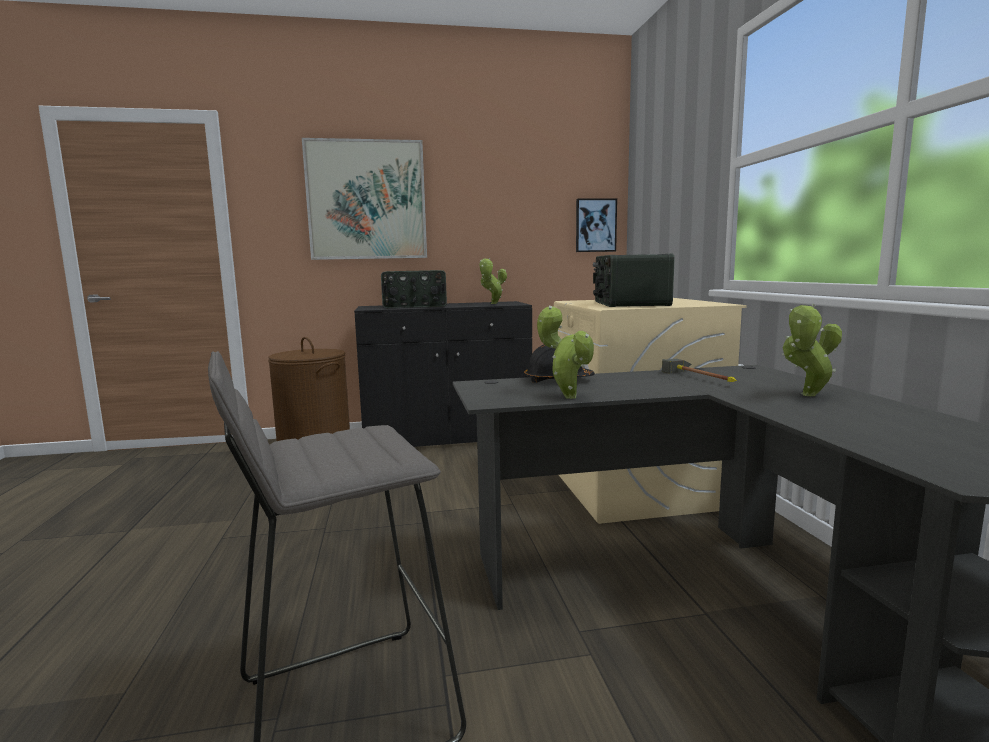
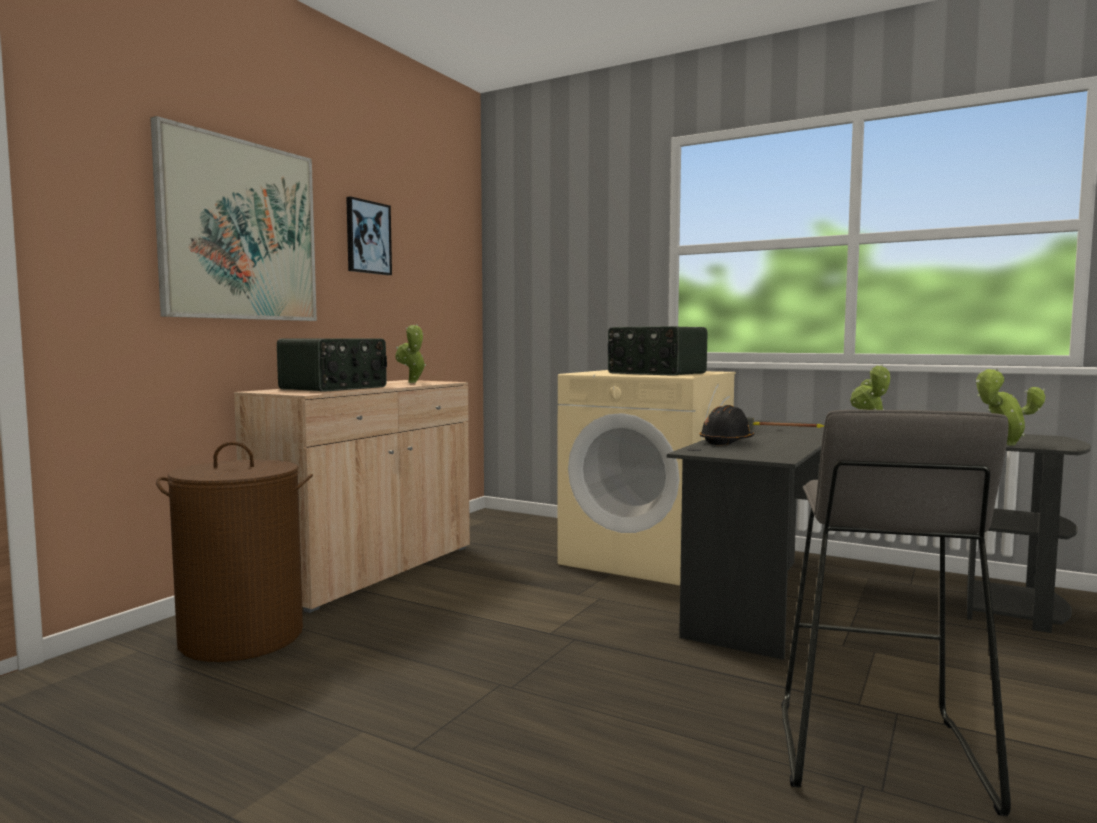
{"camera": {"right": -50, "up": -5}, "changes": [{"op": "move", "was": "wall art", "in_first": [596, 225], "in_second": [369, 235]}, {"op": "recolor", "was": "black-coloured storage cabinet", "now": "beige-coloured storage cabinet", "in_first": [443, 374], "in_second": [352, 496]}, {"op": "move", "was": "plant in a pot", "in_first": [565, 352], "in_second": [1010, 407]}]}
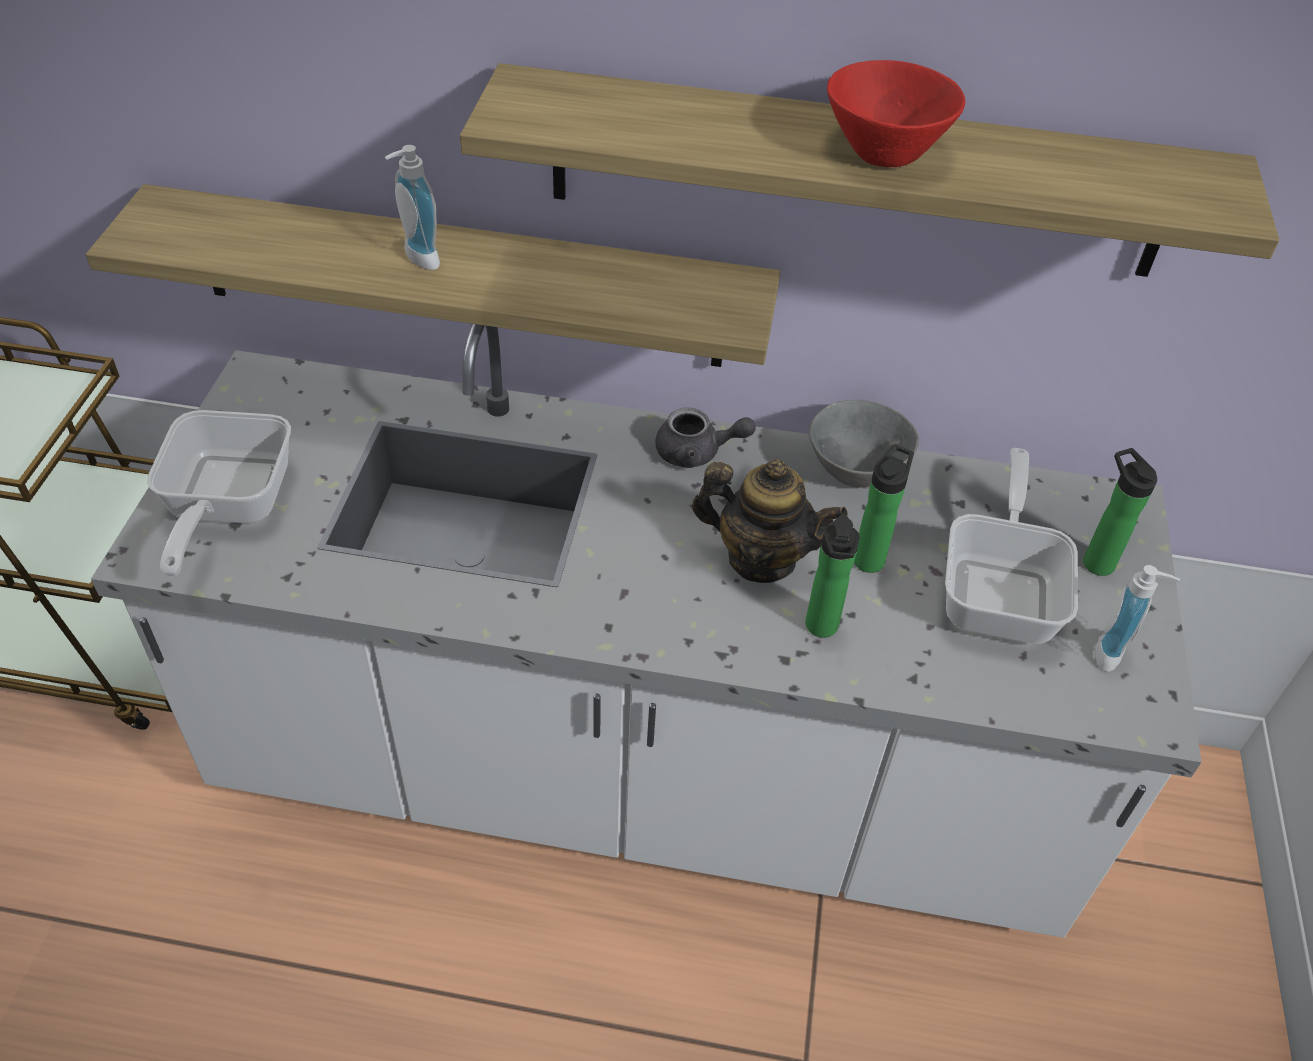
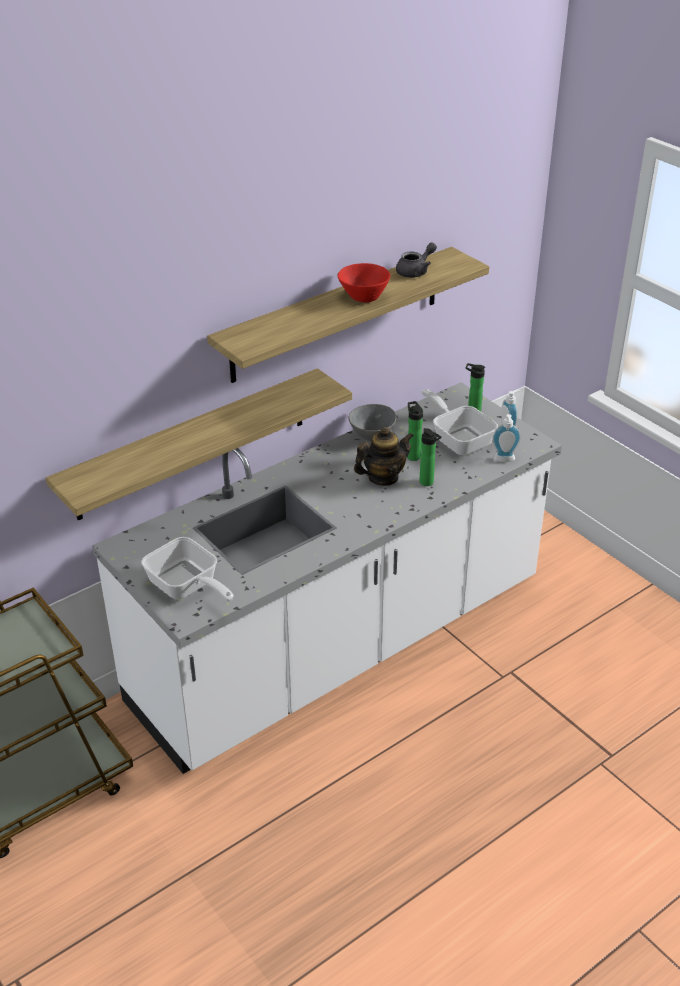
{"camera": {"right": -45, "up": -10}, "changes": [{"op": "move", "was": "liquid soap bottle", "in_first": [412, 207], "in_second": [506, 438]}, {"op": "move", "was": "grey pot for tea", "in_first": [705, 438], "in_second": [416, 260]}]}
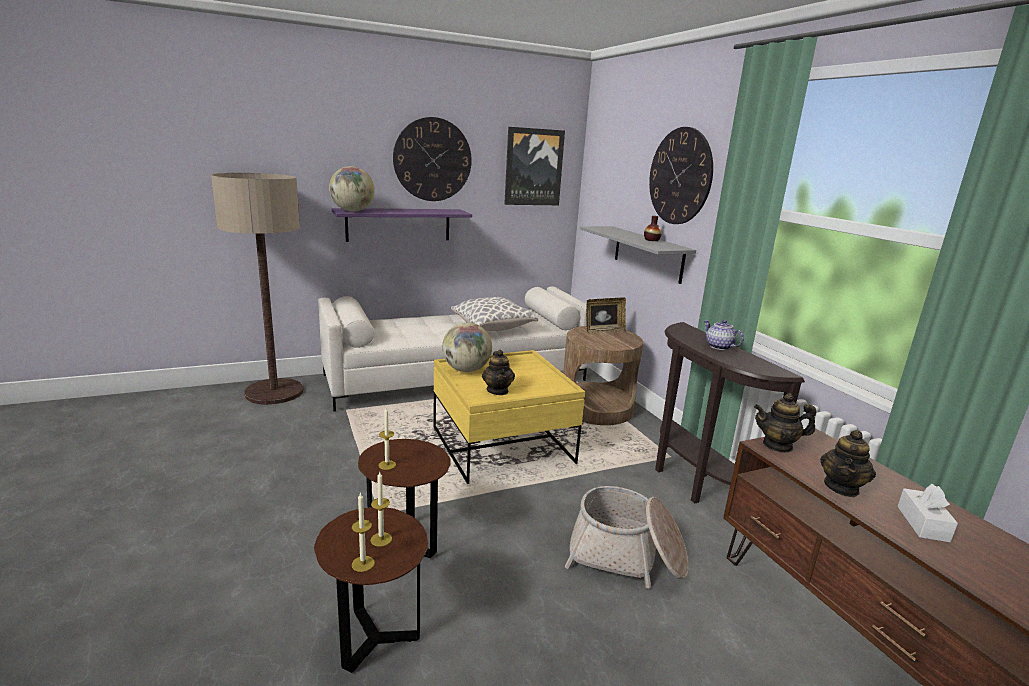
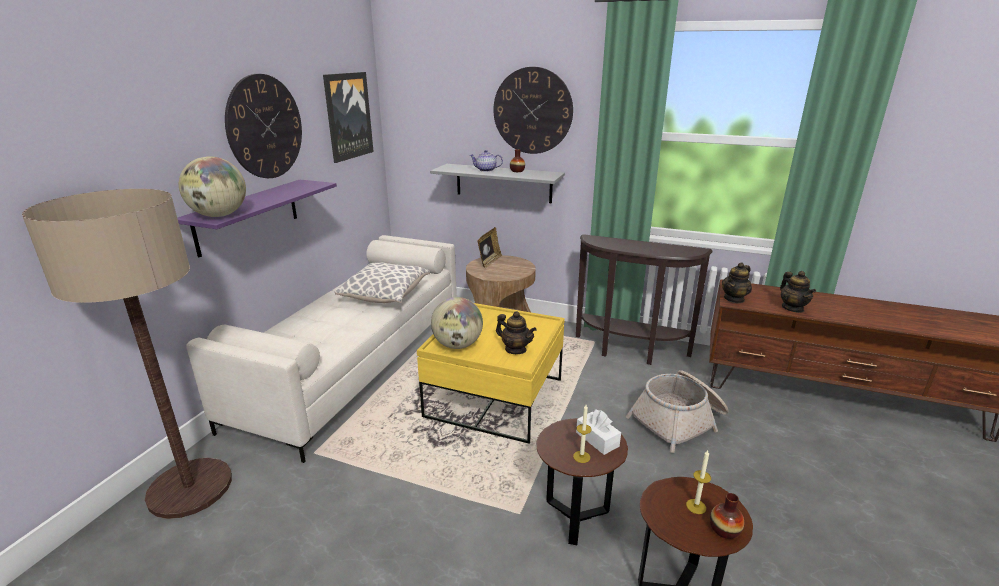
{"camera": {"right": -45, "up": 5}, "changes": [{"op": "move", "was": "pot for tea", "in_first": [723, 335], "in_second": [486, 161]}, {"op": "move", "was": "white tissue holder", "in_first": [927, 513], "in_second": [598, 432]}, {"op": "replace", "was": "candle", "now": "flower vase", "in_first": [363, 532], "in_second": [727, 516]}]}
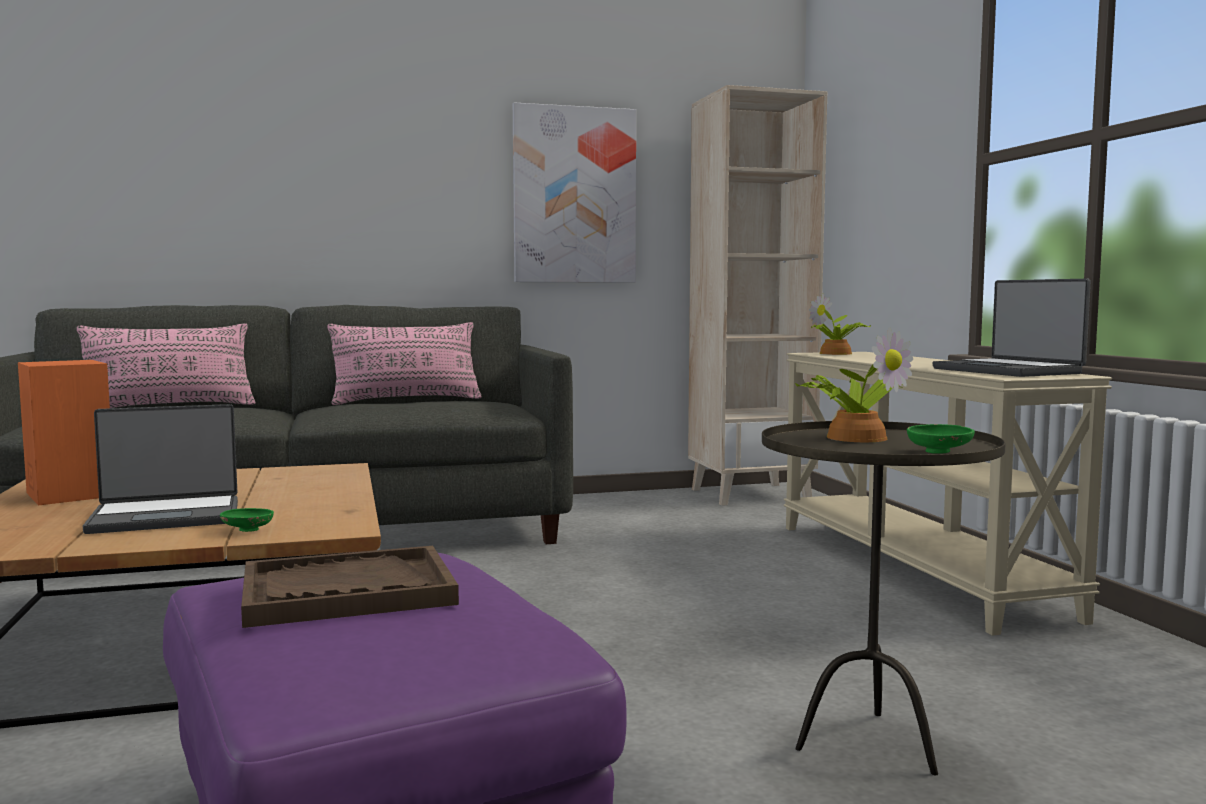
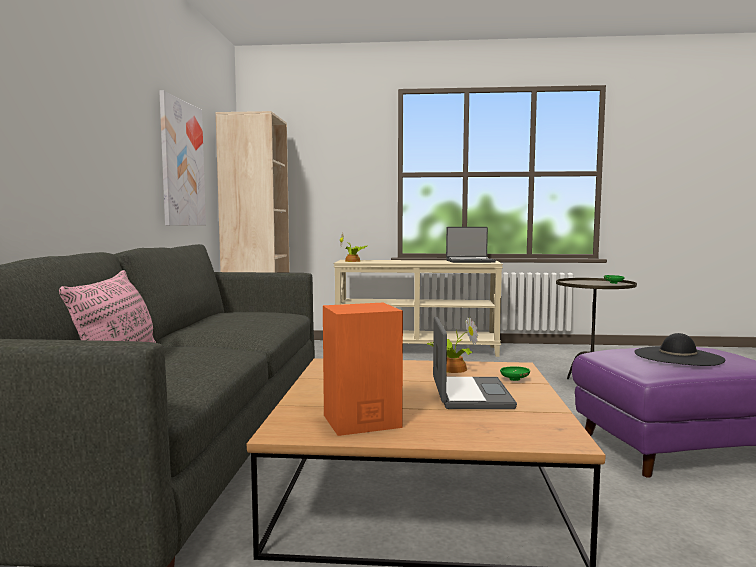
{"camera": {"right": -70, "up": 0}, "changes": [{"op": "delete", "was": "pink cushion", "in_first": [405, 363]}, {"op": "move", "was": "plant in a pot", "in_first": [854, 384], "in_second": [452, 345]}, {"op": "replace", "was": "brown-coloured carrying tray", "now": "black-coloured clothing hat", "in_first": [350, 587], "in_second": [679, 349]}]}
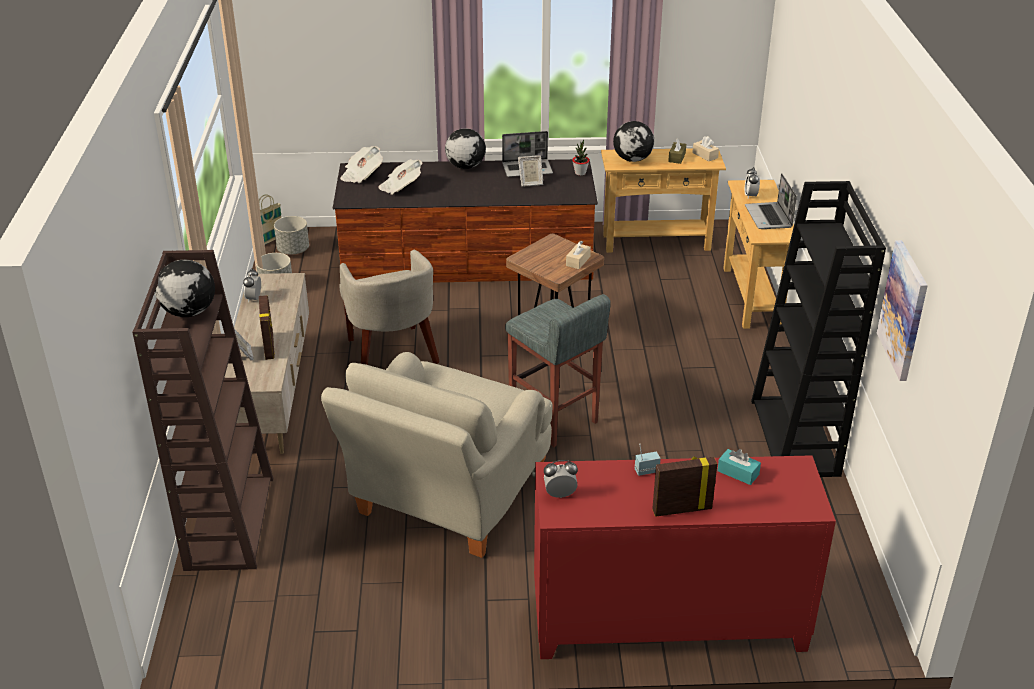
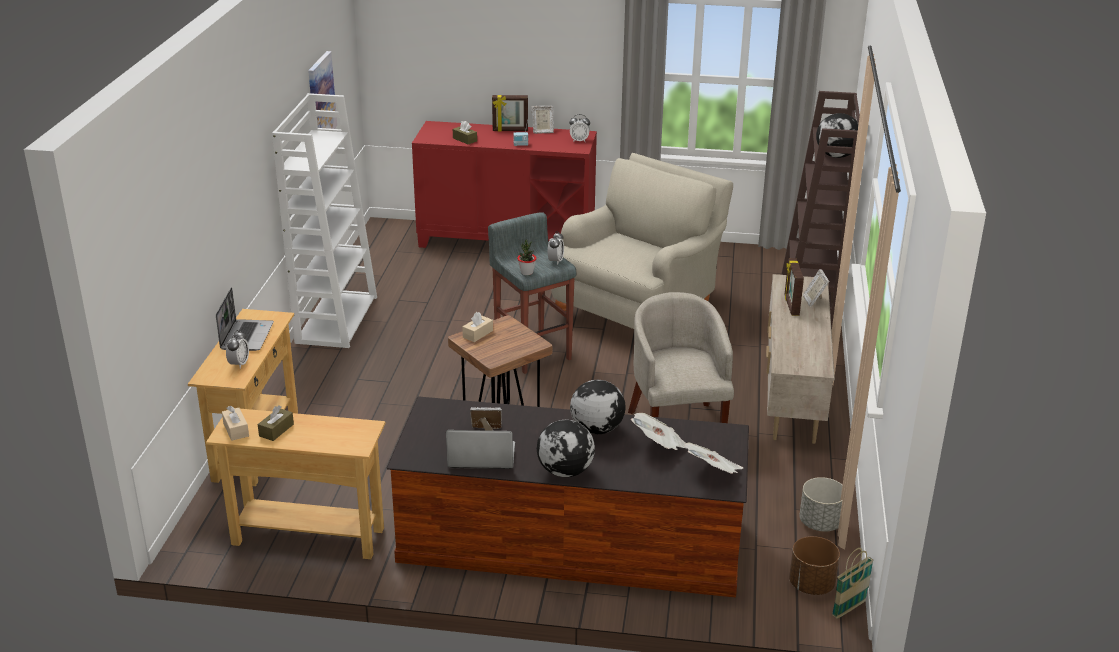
{"camera": {"right": -170, "up": -5}, "changes": [{"op": "move", "was": "globe", "in_first": [633, 141], "in_second": [597, 407]}, {"op": "move", "was": "plant in a pot", "in_first": [581, 157], "in_second": [527, 257]}, {"op": "recolor", "was": "black-coloured shelving unit", "now": "white shelving unit", "in_first": [818, 329], "in_second": [324, 220]}, {"op": "recolor", "was": "grey plant pot", "now": "brown-coloured plant pot", "in_first": [291, 235], "in_second": [814, 565]}, {"op": "move", "was": "bedside clock", "in_first": [252, 285], "in_second": [556, 248]}, {"op": "recolor", "was": "blue-green tissue holder", "now": "brown-coloured tissue holder", "in_first": [739, 467], "in_second": [465, 132]}, {"op": "insert", "now": "photo frame", "in_second": [542, 120]}]}
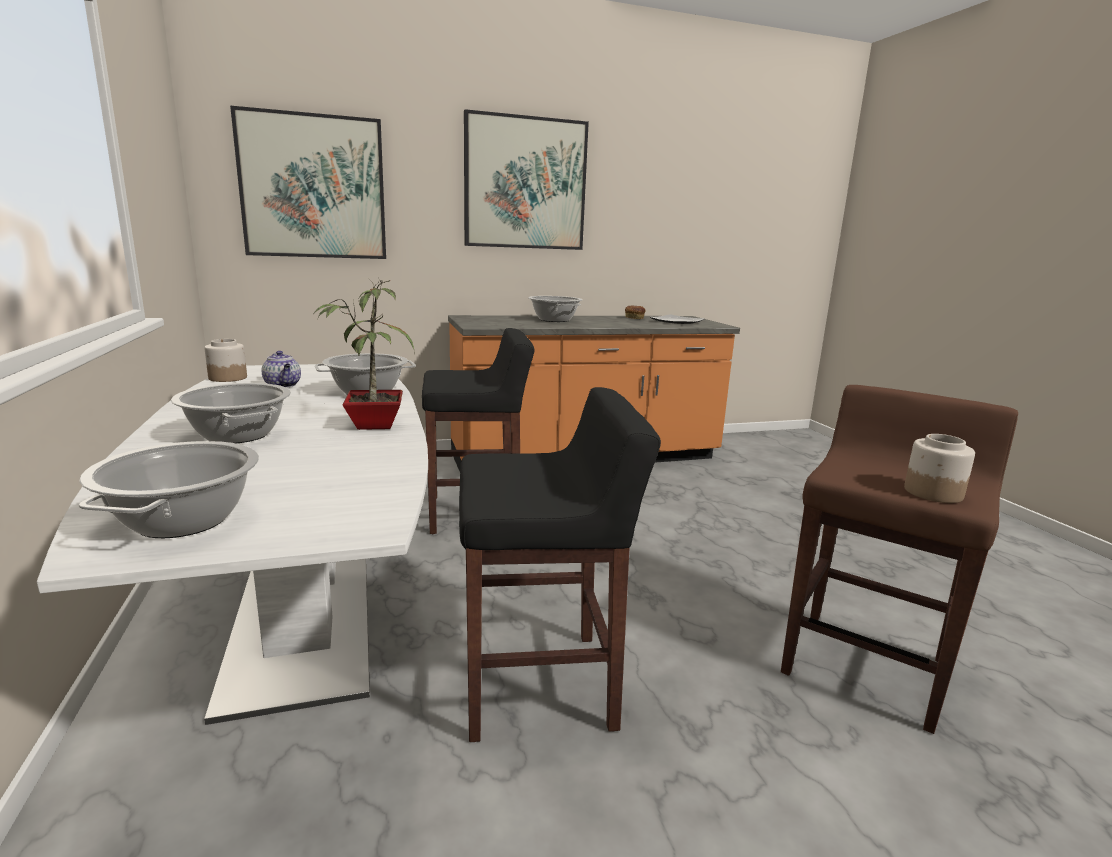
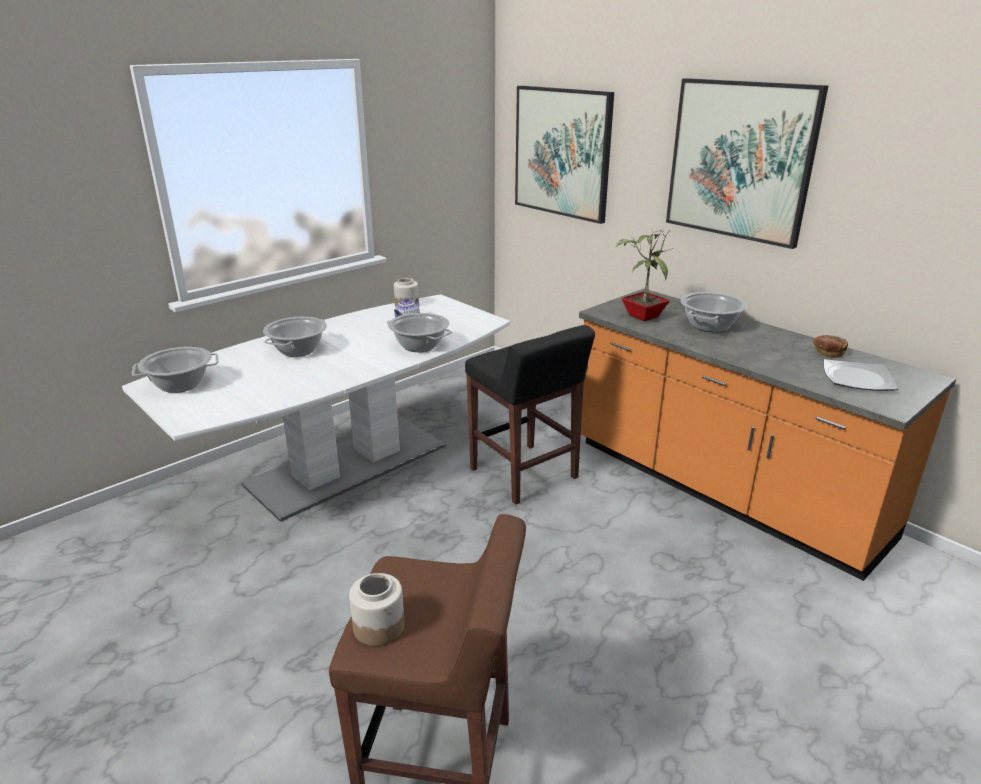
{"camera": {"right": 65, "up": 10}, "changes": [{"op": "move", "was": "plant in a pot", "in_first": [363, 354], "in_second": [644, 274]}, {"op": "delete", "was": "black-coloured stool", "in_first": [560, 564]}]}
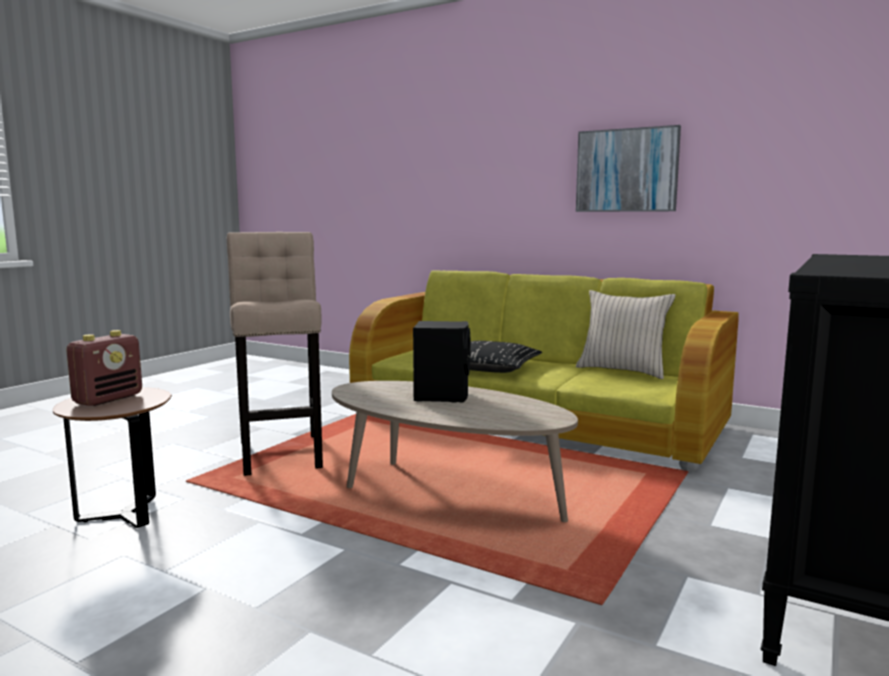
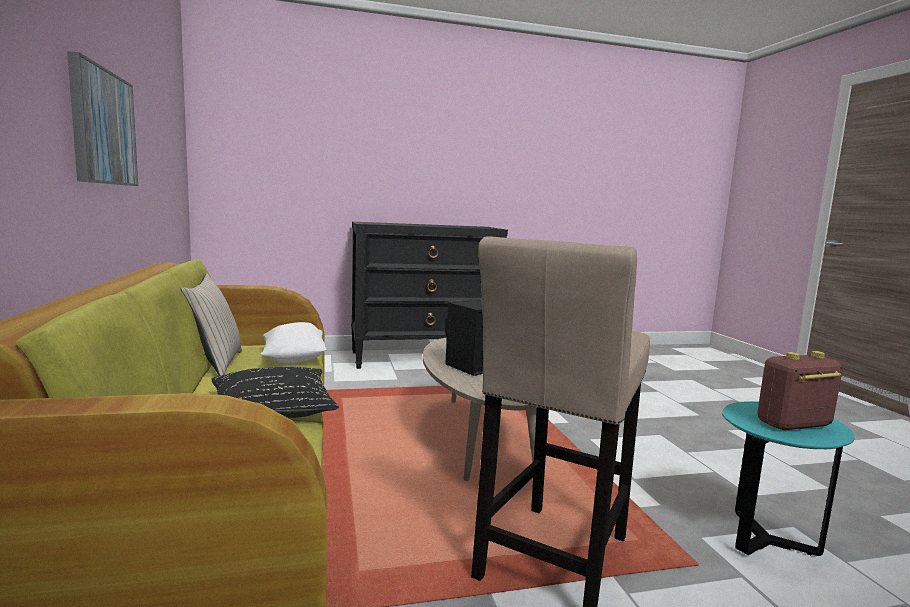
{"camera": {"right": -135, "up": 0}, "changes": [{"op": "recolor", "was": "brown-coloured side table", "now": "blue-green side table", "in_first": [112, 457], "in_second": [788, 478]}, {"op": "insert", "now": "white cushion", "in_second": [294, 342]}]}
